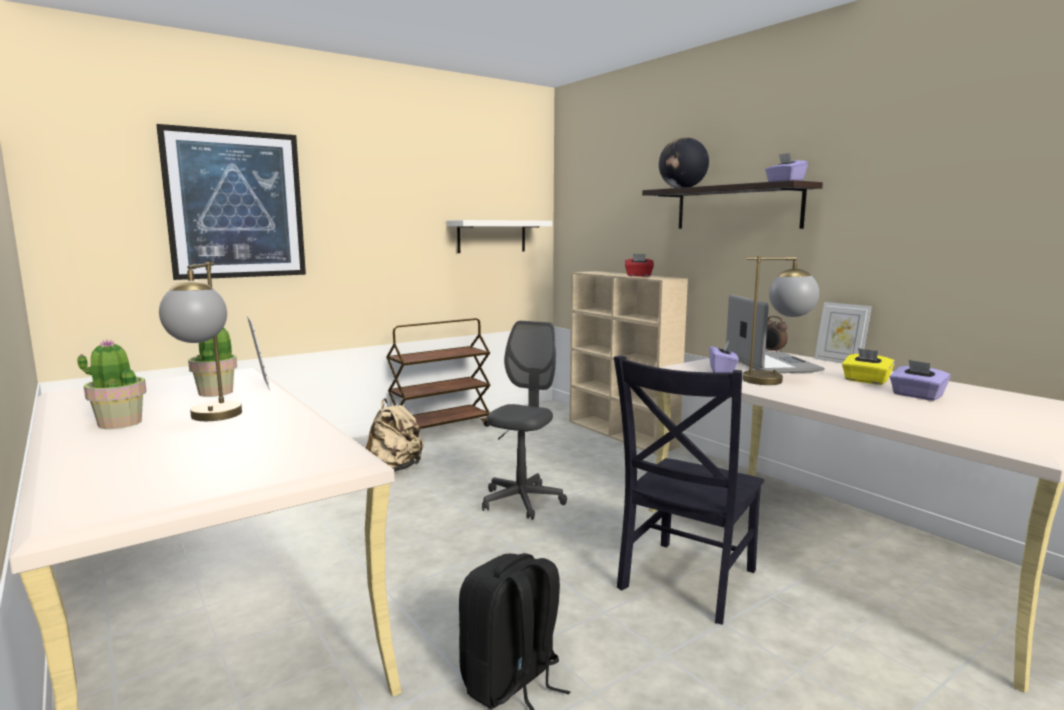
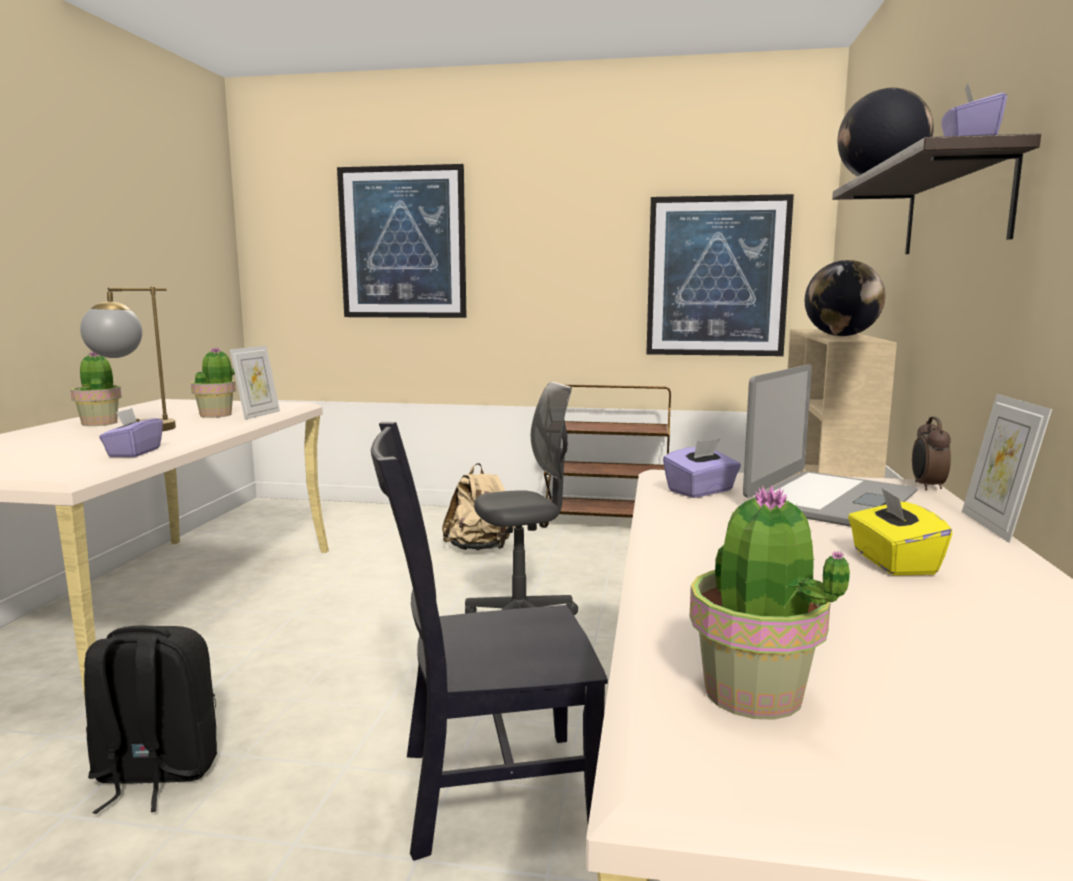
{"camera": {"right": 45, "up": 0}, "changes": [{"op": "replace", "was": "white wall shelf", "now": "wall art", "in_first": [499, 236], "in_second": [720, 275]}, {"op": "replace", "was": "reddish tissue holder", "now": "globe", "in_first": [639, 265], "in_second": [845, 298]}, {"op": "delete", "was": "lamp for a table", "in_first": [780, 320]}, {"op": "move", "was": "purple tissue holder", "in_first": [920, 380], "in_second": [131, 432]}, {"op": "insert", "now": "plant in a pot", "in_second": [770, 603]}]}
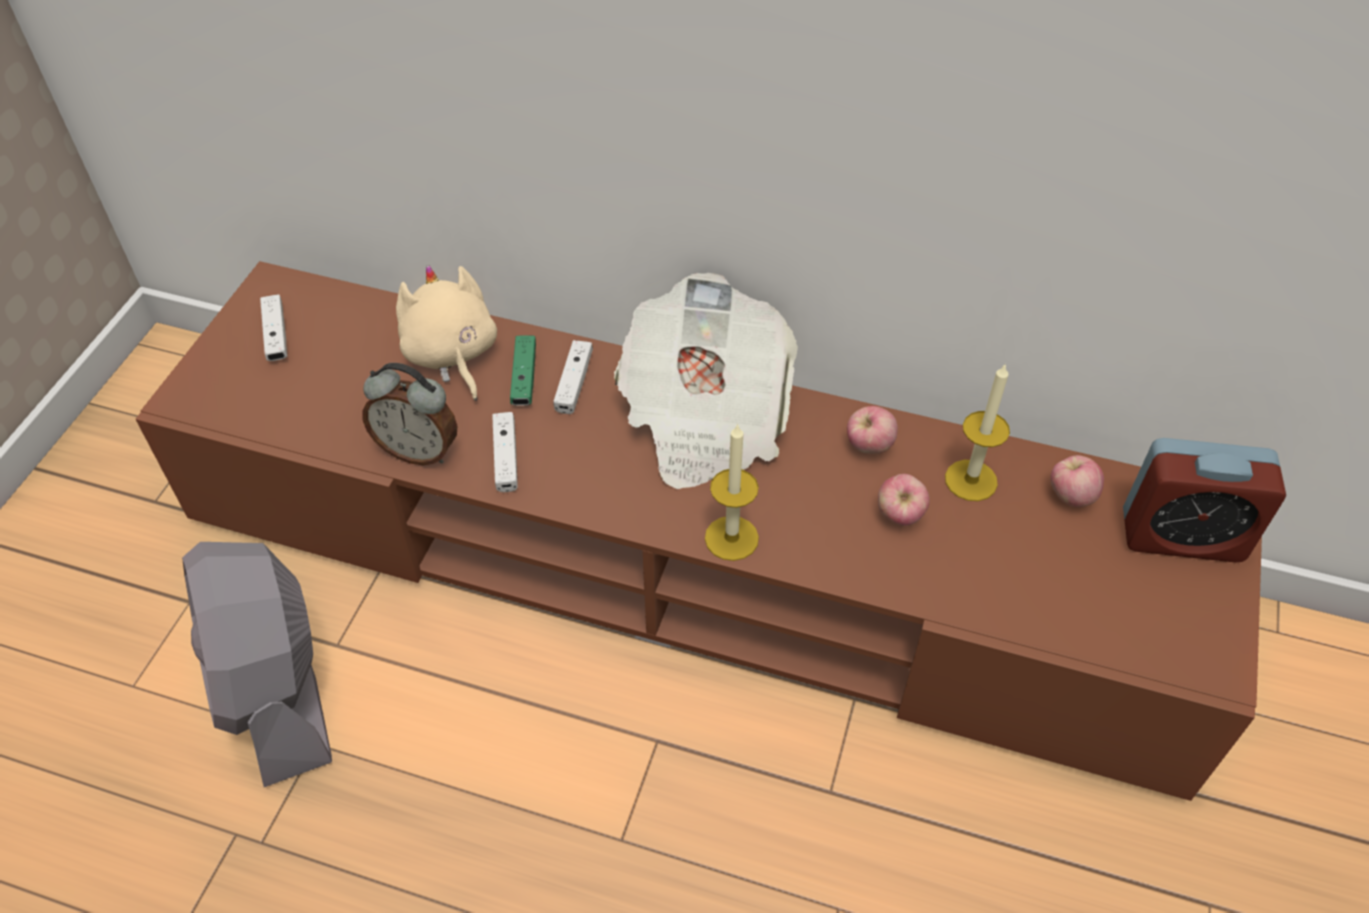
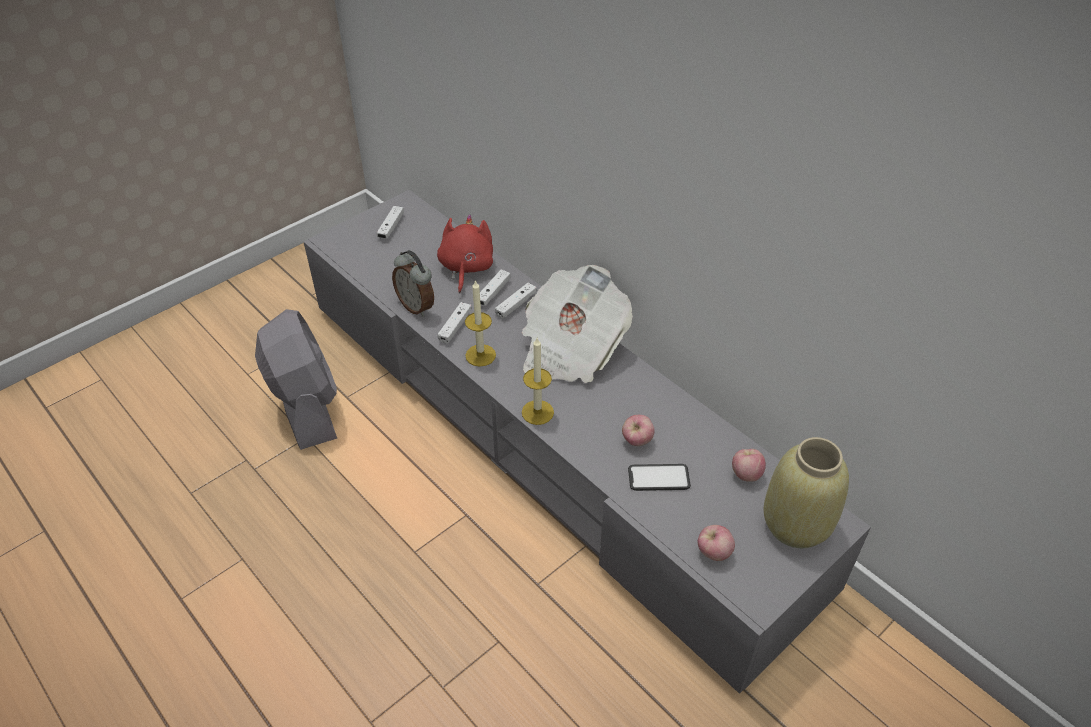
{"camera": {"right": 30, "up": -5}, "changes": [{"op": "recolor", "was": "brown-coloured tv unit", "now": "grey tv unit", "in_first": [699, 531], "in_second": [587, 442]}, {"op": "recolor", "was": "beige-coloured soft toy", "now": "reddish soft toy", "in_first": [446, 333], "in_second": [465, 253]}, {"op": "recolor", "was": "green gamepad", "now": "white gamepad", "in_first": [523, 370], "in_second": [495, 288]}, {"op": "move", "was": "candle", "in_first": [977, 432], "in_second": [480, 323]}, {"op": "move", "was": "apple", "in_first": [872, 430], "in_second": [716, 543]}, {"op": "replace", "was": "bedside clock", "now": "beige-coloured flower vase", "in_first": [1204, 500], "in_second": [806, 492]}, {"op": "rotate", "was": "grey cooling fan", "in_first": [257, 664], "in_second": [296, 379], "clockwise": 150}, {"op": "insert", "now": "handset", "in_second": [659, 477]}]}
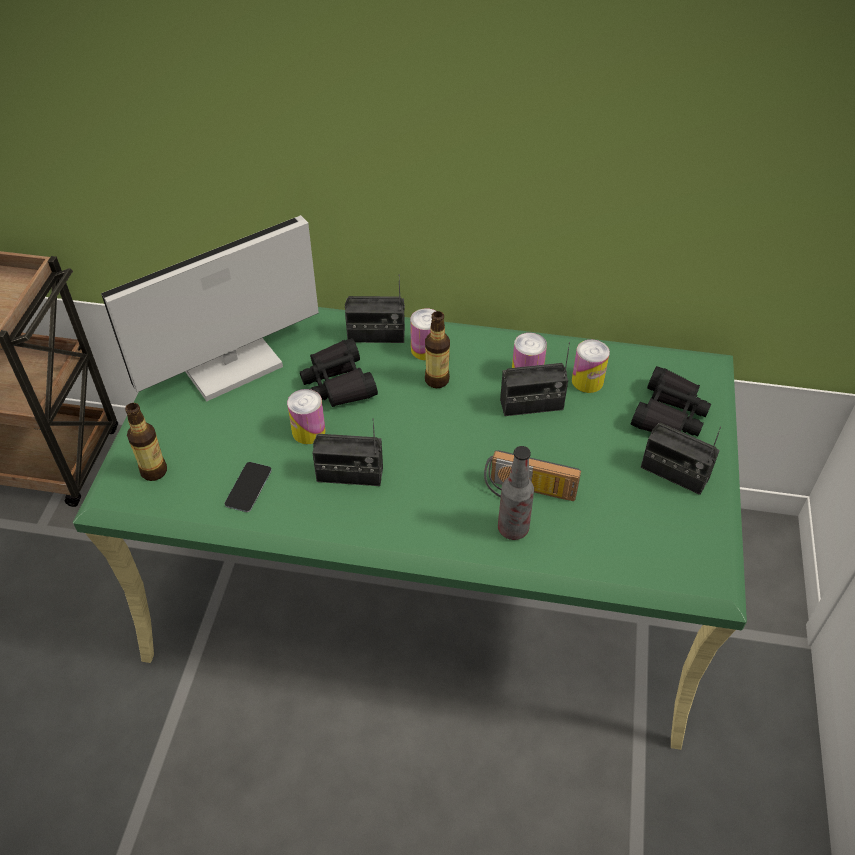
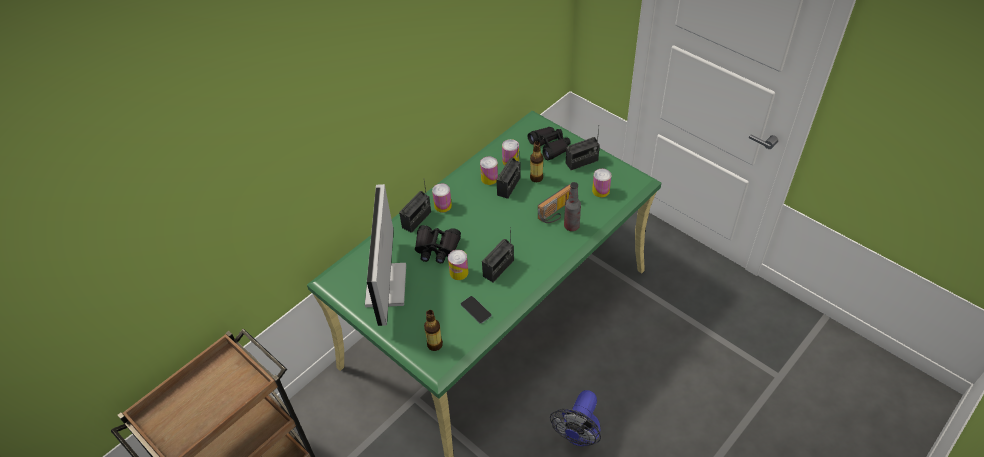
{"camera": {"right": -55, "up": 0}, "changes": [{"op": "move", "was": "bottle", "in_first": [437, 349], "in_second": [536, 162]}, {"op": "insert", "now": "can", "in_second": [601, 183]}, {"op": "insert", "now": "cooling fan", "in_second": [575, 418]}]}
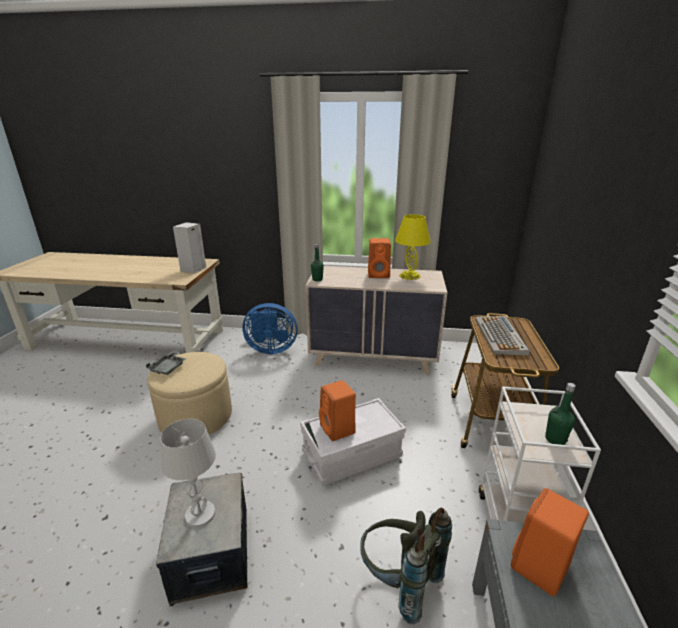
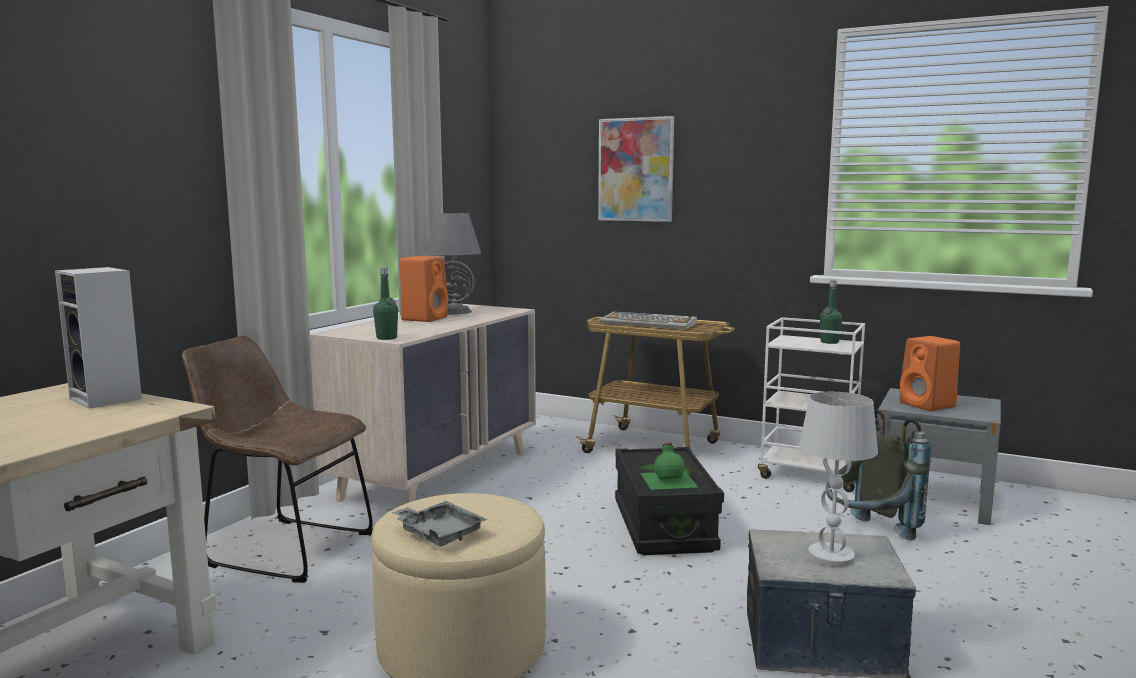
{"camera": {"right": -70, "up": -15}, "changes": [{"op": "recolor", "was": "yellow lamp for a table", "now": "grey lamp for a table", "in_first": [413, 247], "in_second": [453, 263]}, {"op": "replace", "was": "blue cooling fan", "now": "brown-coloured upright chair", "in_first": [270, 328], "in_second": [277, 459]}, {"op": "replace", "was": "orange audio speaker", "now": "green bottle", "in_first": [337, 410], "in_second": [669, 466]}, {"op": "recolor", "was": "white storage container", "now": "black-coloured storage container", "in_first": [353, 442], "in_second": [669, 501]}, {"op": "insert", "now": "wall art", "in_second": [636, 169]}]}
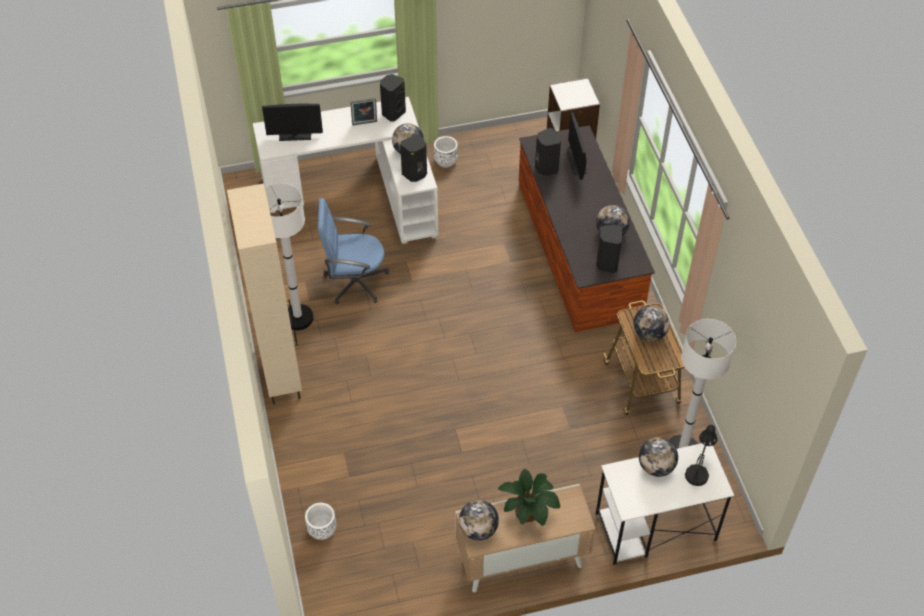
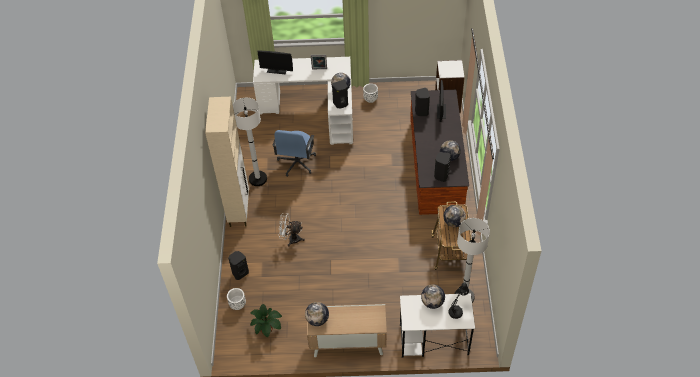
{"camera": {"right": 15, "up": 0}, "changes": [{"op": "move", "was": "black-coloured audio speaker", "in_first": [393, 98], "in_second": [238, 265]}, {"op": "rotate", "was": "blue computer chair", "in_first": [353, 251], "in_second": [294, 153], "clockwise": -90}, {"op": "move", "was": "plant in a pot", "in_first": [529, 497], "in_second": [266, 320]}, {"op": "insert", "now": "white cooling fan", "in_second": [292, 229]}]}
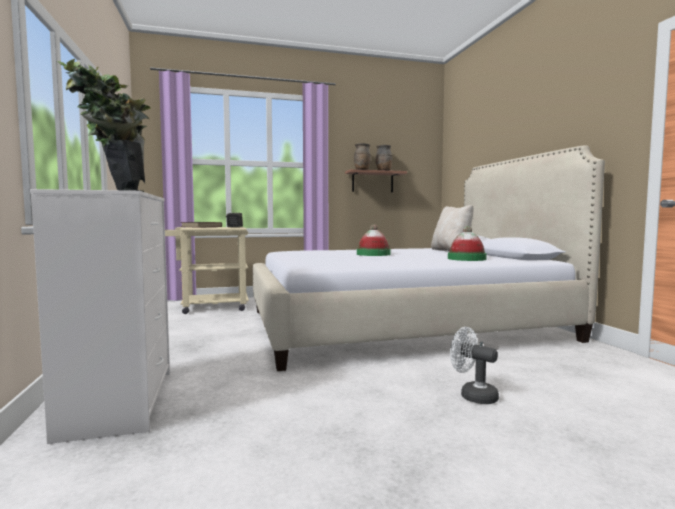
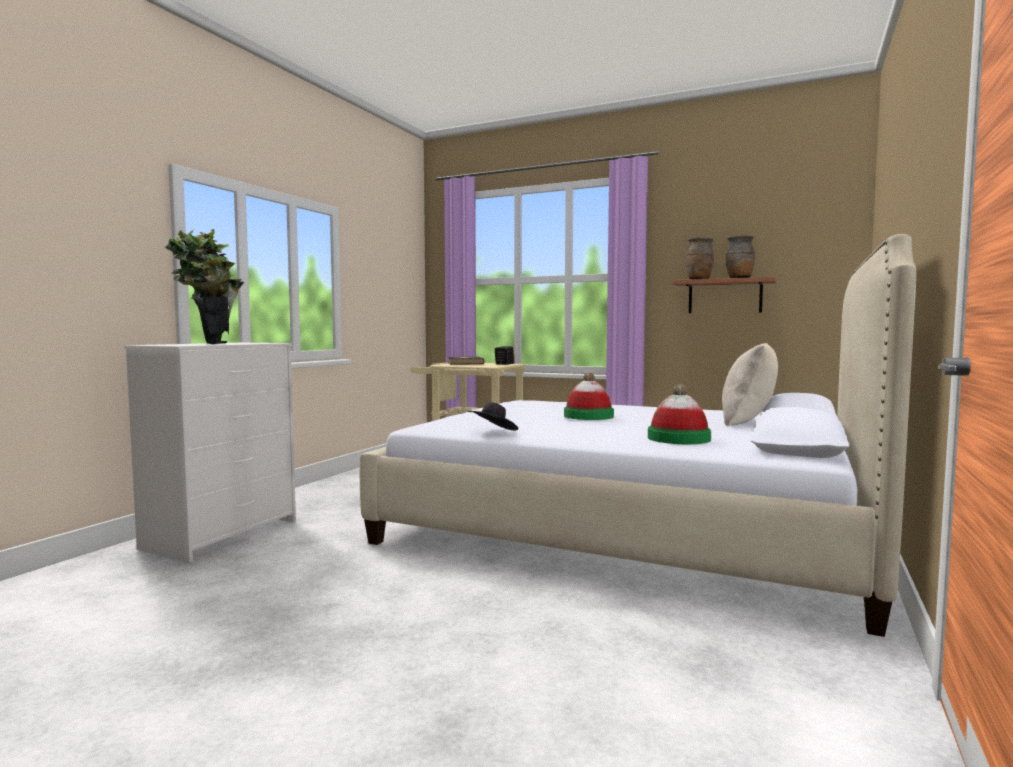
{"camera": {"right": 40, "up": 0}, "changes": [{"op": "delete", "was": "white cooling fan", "in_first": [474, 365]}, {"op": "insert", "now": "black-coloured clothing hat", "in_second": [492, 416]}]}
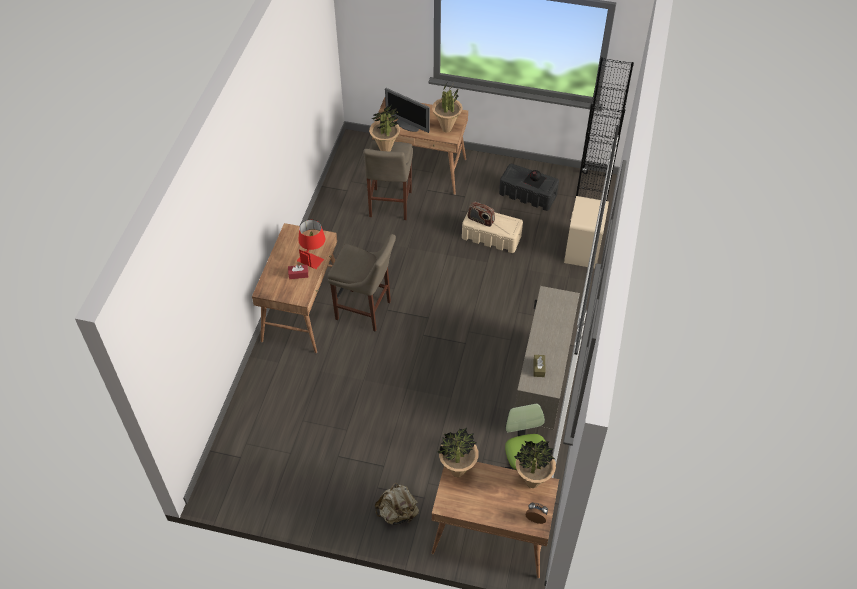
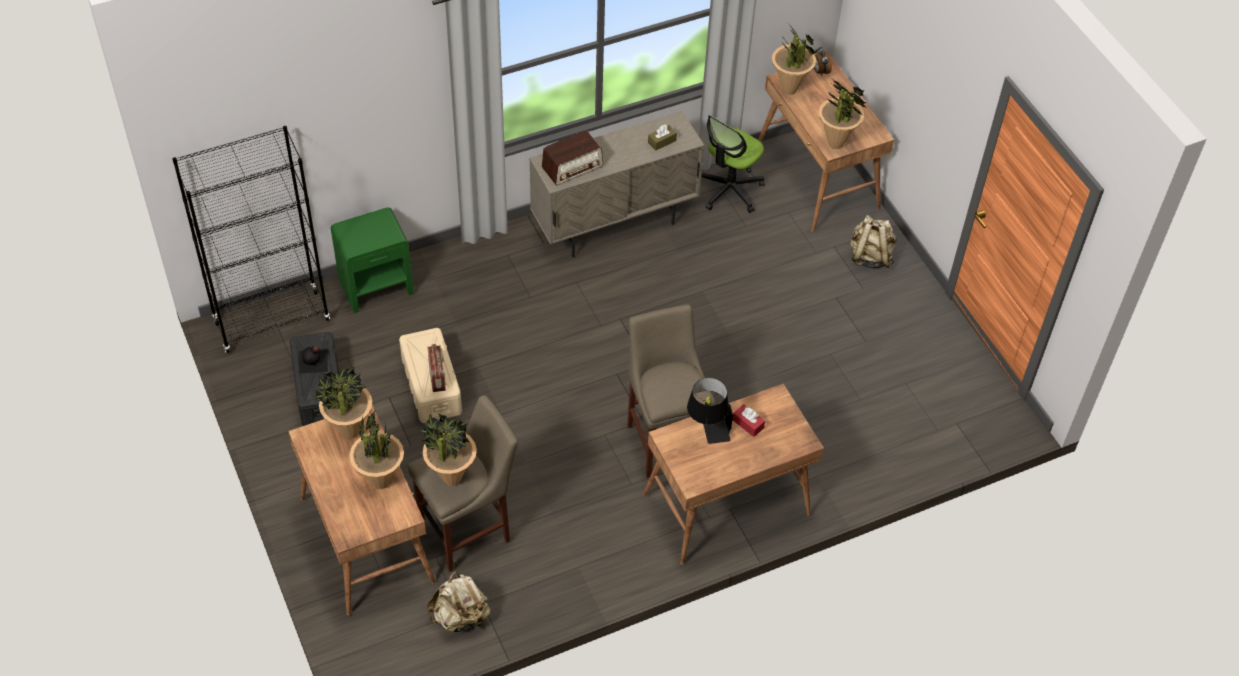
{"camera": {"right": -130, "up": 0}, "changes": [{"op": "replace", "was": "computer display", "now": "plant in a pot", "in_first": [407, 110], "in_second": [376, 449]}, {"op": "recolor", "was": "beige-coloured bedside table", "now": "green bedside table", "in_first": [586, 232], "in_second": [372, 260]}, {"op": "recolor", "was": "reddish lamp for a table", "now": "black-coloured lamp for a table", "in_first": [311, 244], "in_second": [710, 411]}, {"op": "insert", "now": "radio", "in_second": [572, 157]}, {"op": "insert", "now": "beige-coloured knapsack", "in_second": [458, 601]}]}
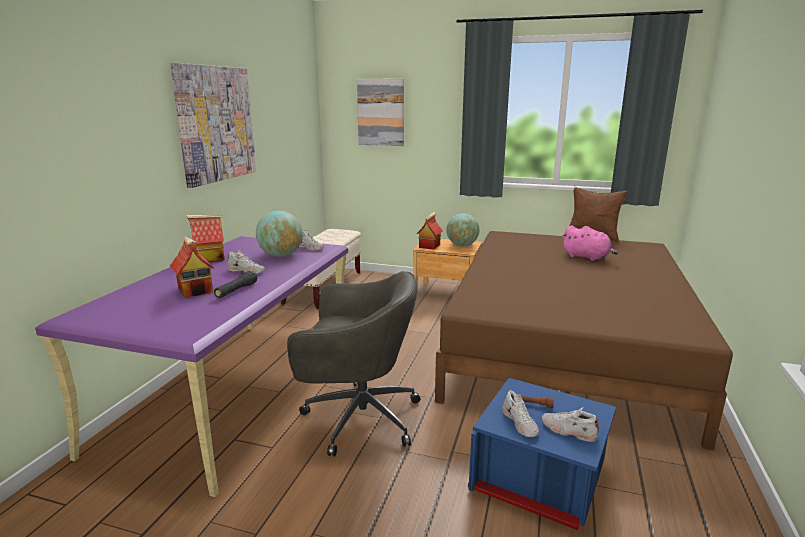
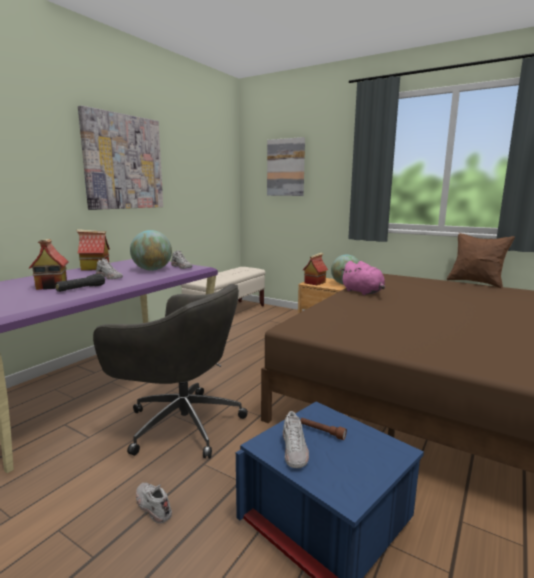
{"camera": {"right": 15, "up": -5}, "changes": [{"op": "move", "was": "pink soft toy", "in_first": [590, 243], "in_second": [362, 278]}, {"op": "move", "was": "white low shoe", "in_first": [570, 424], "in_second": [154, 503]}]}
